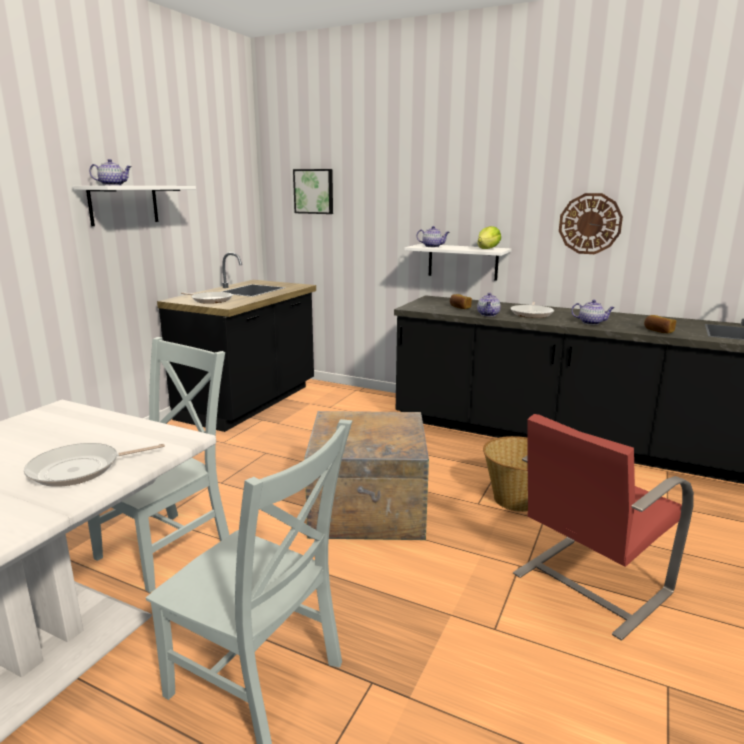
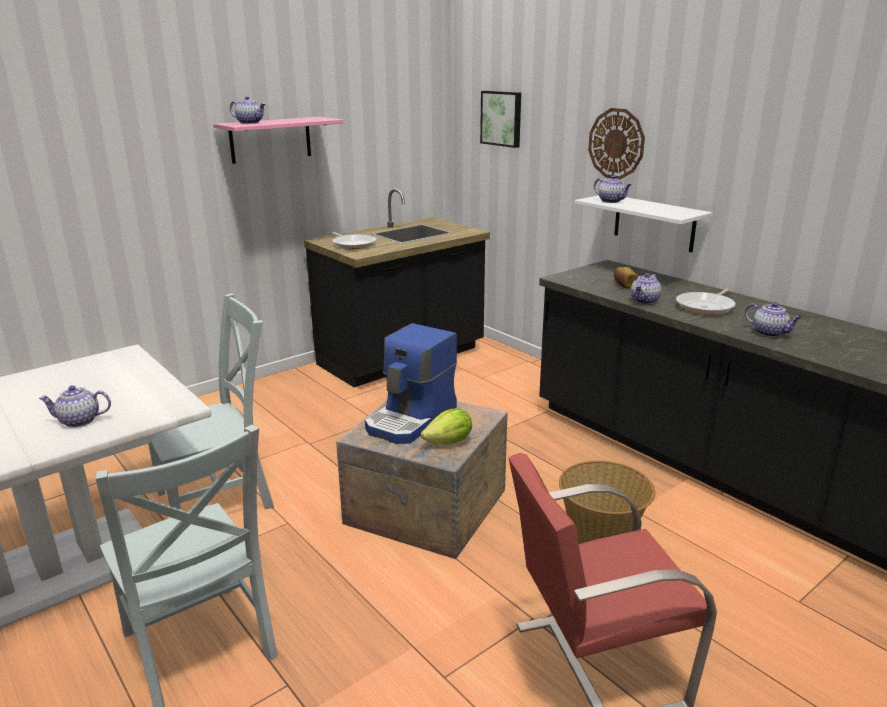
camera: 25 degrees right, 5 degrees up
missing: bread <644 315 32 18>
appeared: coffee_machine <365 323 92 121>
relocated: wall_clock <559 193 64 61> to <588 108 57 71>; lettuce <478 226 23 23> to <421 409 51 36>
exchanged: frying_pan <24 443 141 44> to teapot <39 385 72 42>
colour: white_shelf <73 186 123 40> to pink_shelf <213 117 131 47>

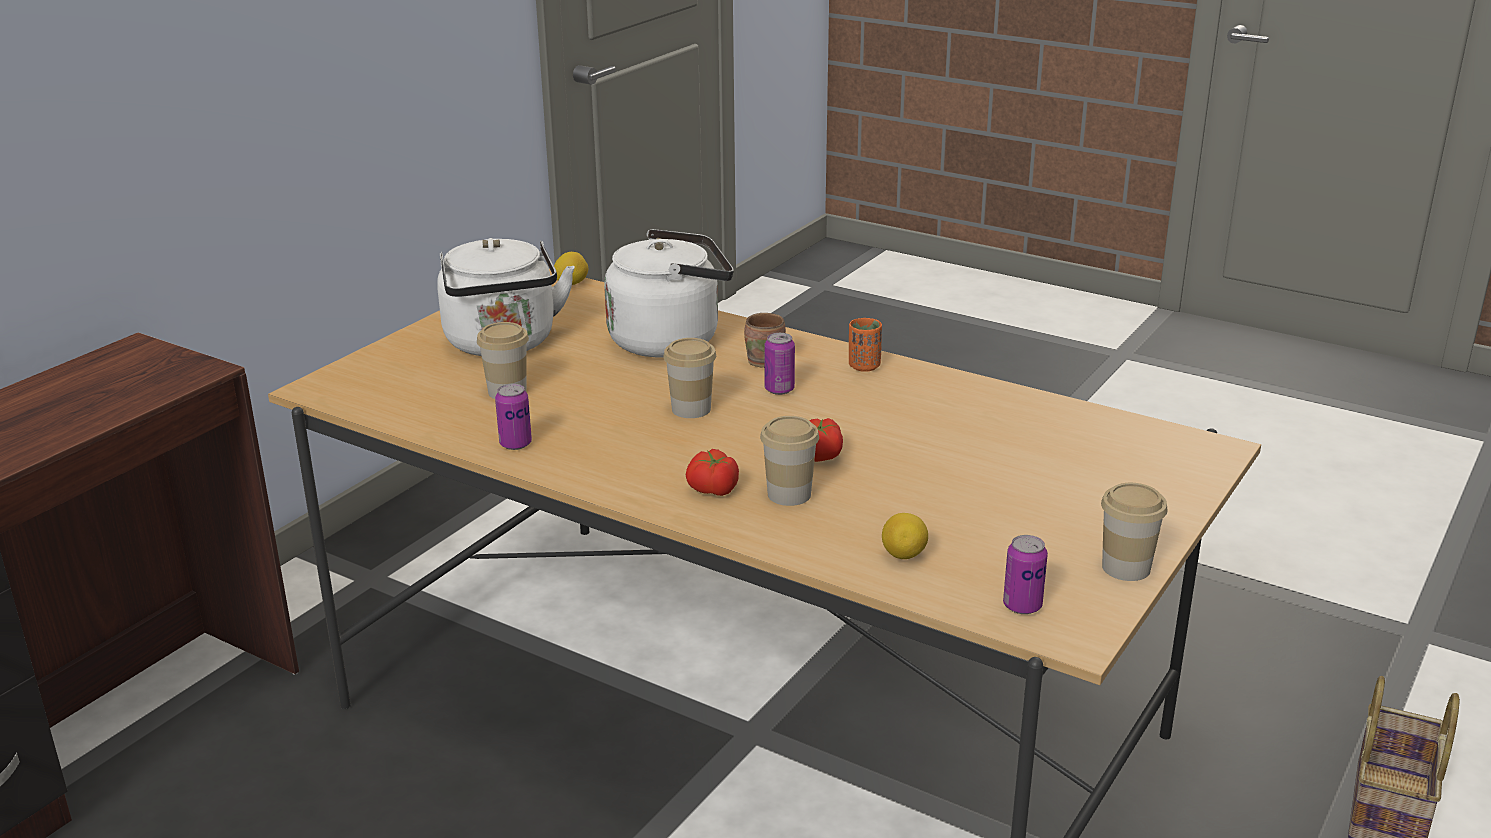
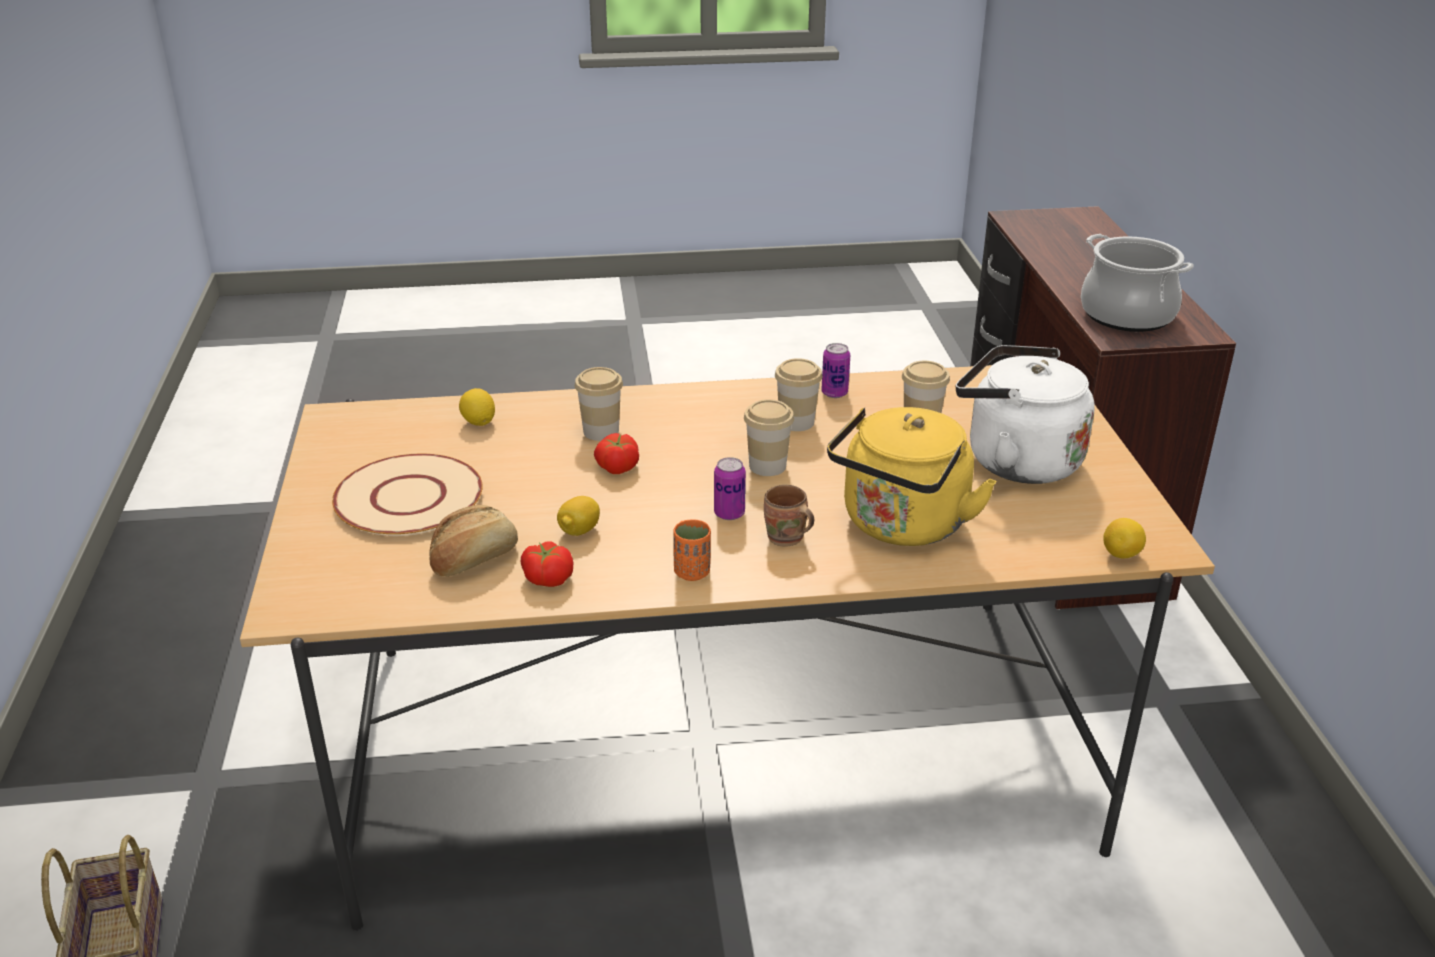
camera: 140 degrees right, 5 degrees up
missing: can <1003 535 45 79>
appeared: cooking_pot <1081 234 113 98>; beige_plate <332 454 151 82>; lemon <557 496 43 40>; bread <429 505 89 72>
relocated: tomato <686 449 53 47> to <521 541 52 46>; cup <1101 483 66 98> to <775 358 47 73>
colour: white_kettle <604 229 130 129> to yellow_kettle <827 407 170 139>

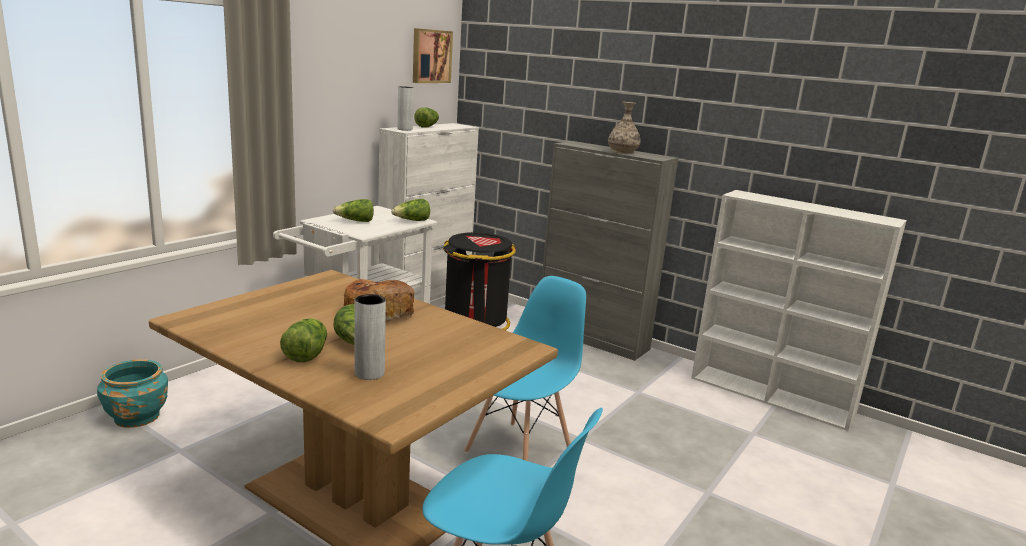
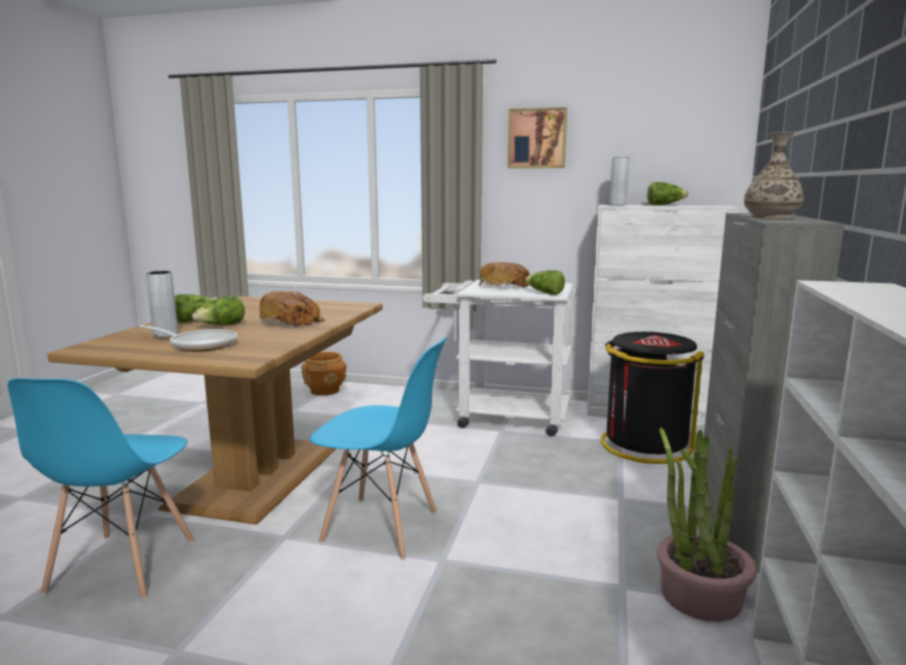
camera: 70 degrees right, 5 degrees down
appeared: frying_pan <139 325 98 27>; potted_plant <657 427 100 195>
relocated: picture <413 28 40 55> to <508 107 59 61>
exchanged: lettuce <333 199 41 23> to bread <479 262 51 25>
colour: turquoise_planter <97 359 71 69> to brown_planter <301 352 45 44>

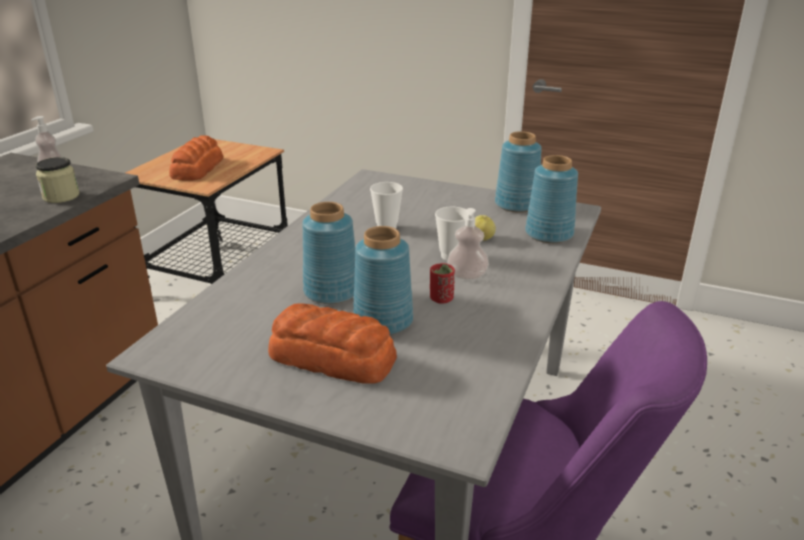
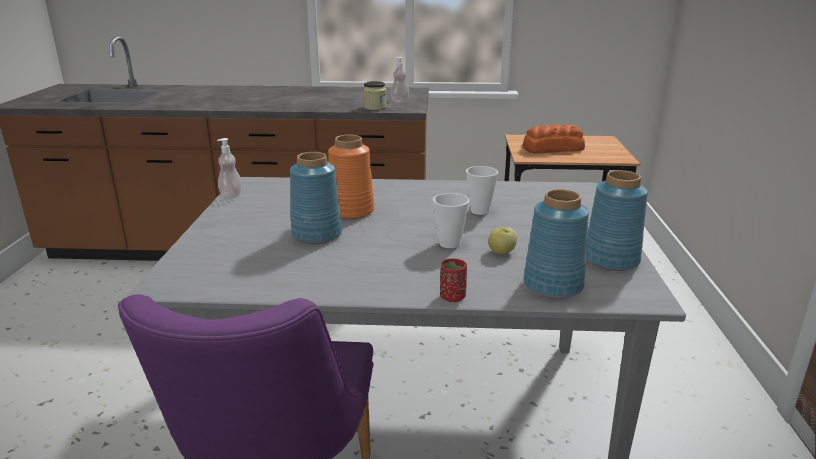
camera: 70 degrees right, 5 degrees down
missing: bread <268 303 129 81>
relocated: soap_dispenser <447 208 42 72> to <217 138 25 61>; red_cup <430 263 25 41> to <440 258 27 44>
colour: blue_vase <302 202 53 102> to orange_vase <328 135 46 84>

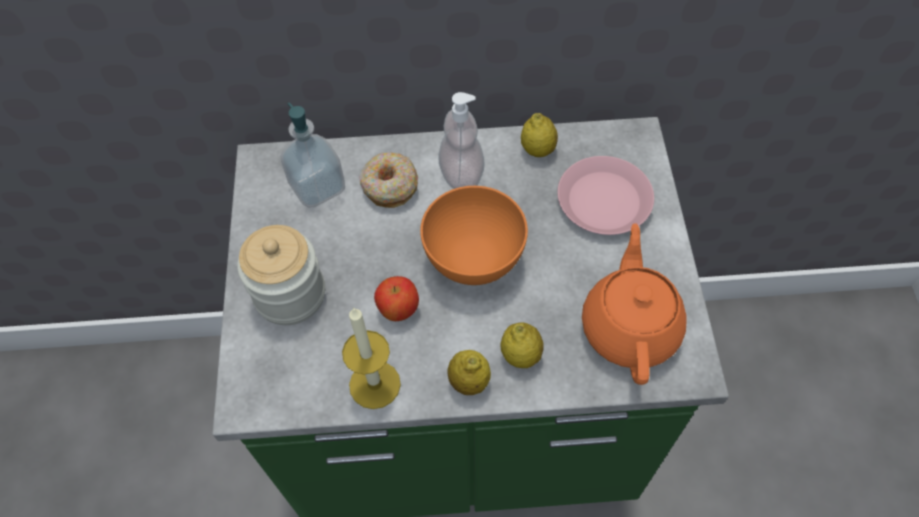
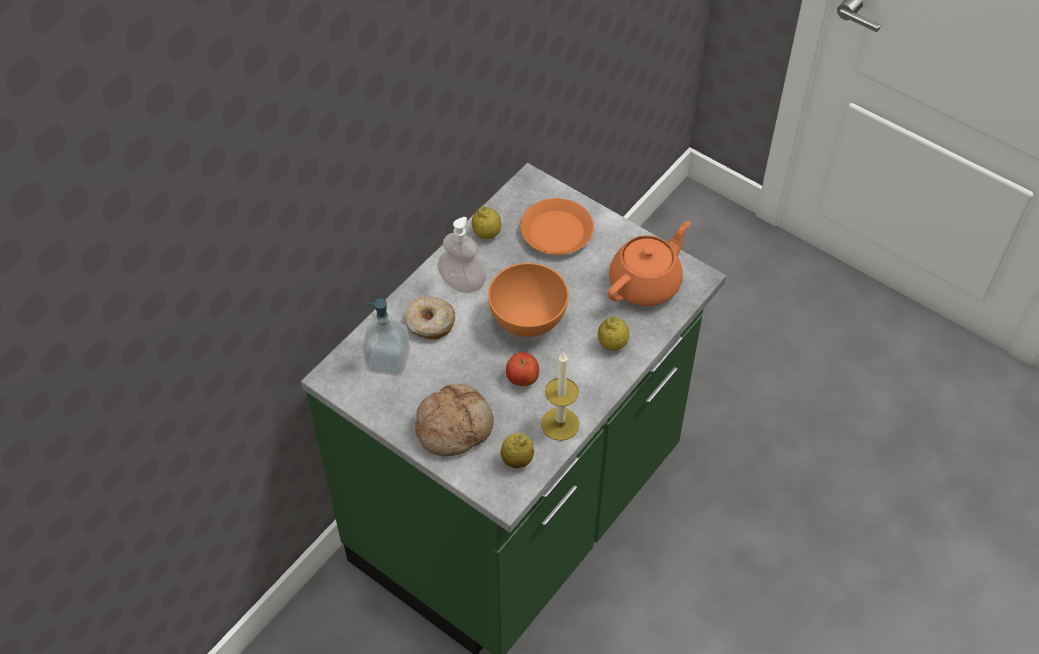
camera: 50 degrees left, 5 degrees down
relocated: lemon <447 350 44 45> to <500 433 34 35>
exchanged: jar <237 225 88 100> to bread <415 384 79 72>
colour: pink_plate <557 156 97 79> to orange_plate <520 198 74 57>
spun: orange_teapot <582 223 105 162> = <608 221 82 85> 90 degrees clockwise

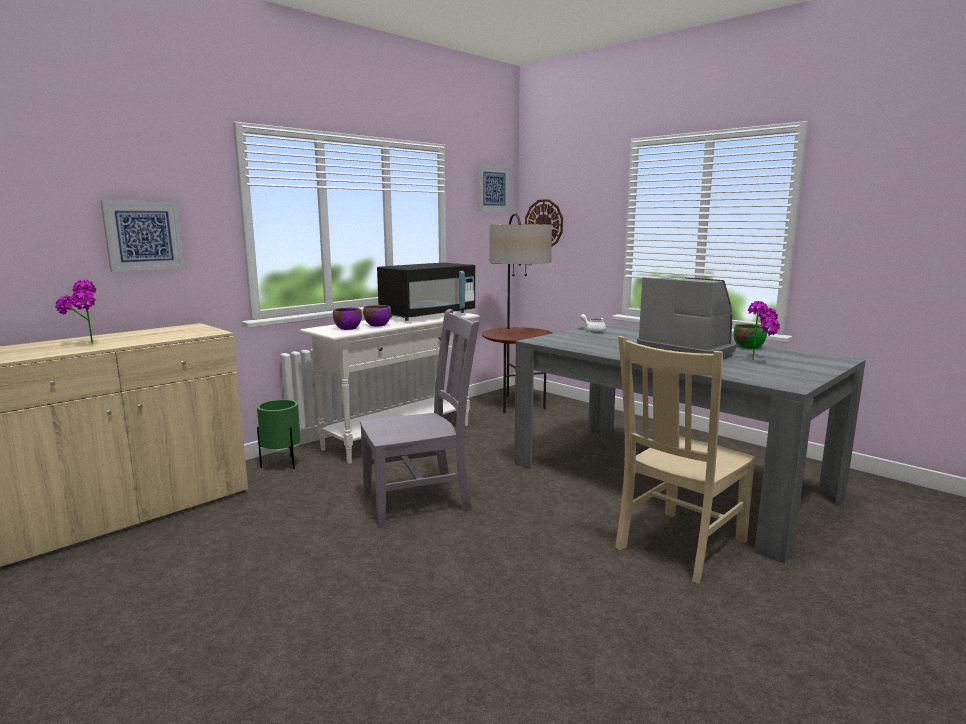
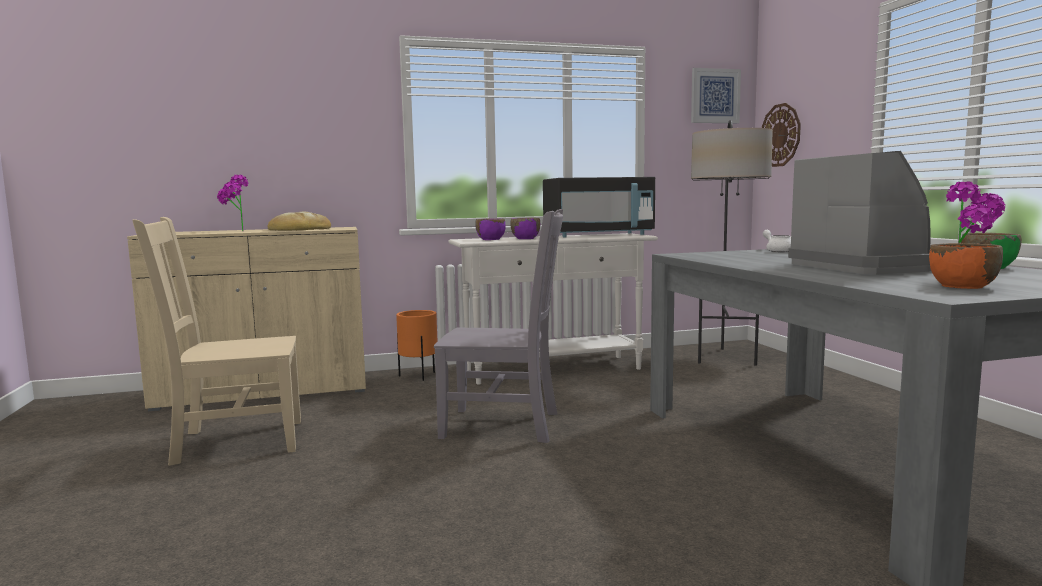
camera: 30 degrees right, 5 degrees down
missing: picture <101 200 83 72>
appeared: bread <267 211 64 20>; orange_bowl <929 243 74 46>
relocated: beige_chair <615 336 141 248> to <132 217 169 249>
colour: green_planter <257 399 43 70> to orange_planter <396 310 42 71>

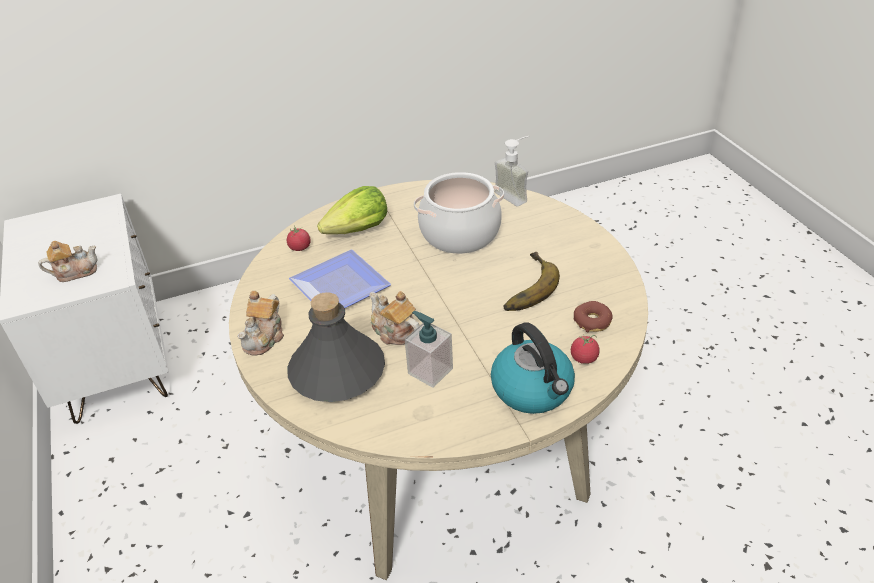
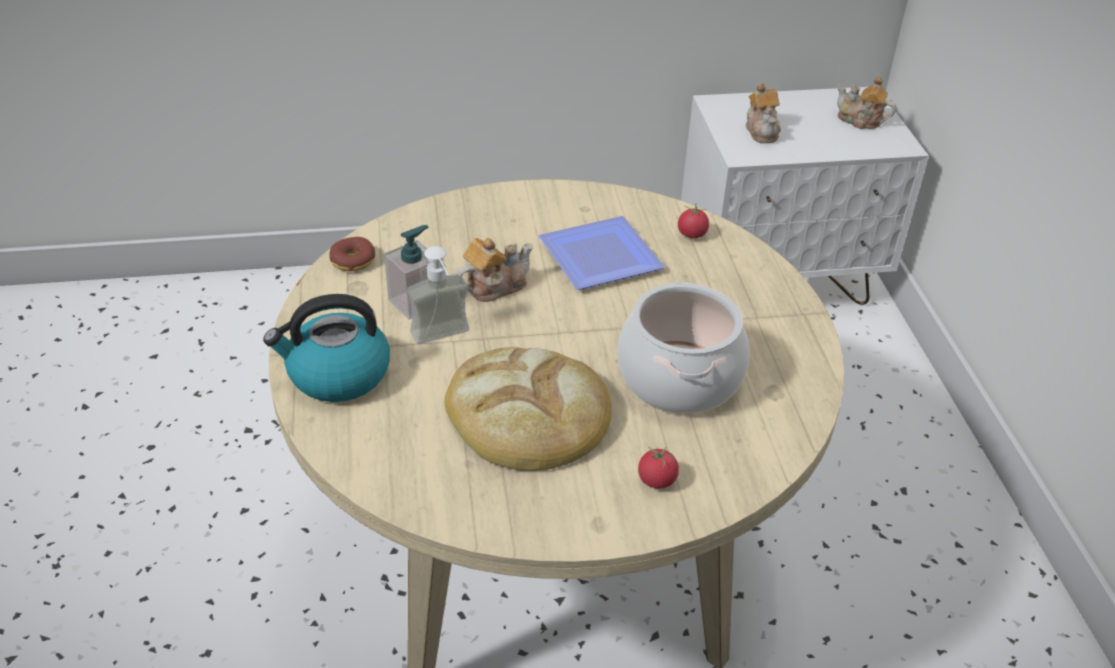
camera: 100 degrees right, 0 degrees up
missing: lettuce <317 186 70 48>; grey_bottle <288 292 97 110>
relocated: soap_dispenser <494 136 36 71> to <407 246 62 98>; teapot <237 291 47 65> to <837 76 59 53>; donut <574 301 39 31> to <330 237 45 34>; tomato <571 335 29 29> to <638 447 41 41>
exchanged: banana <504 252 56 59> to bread <444 347 168 124>

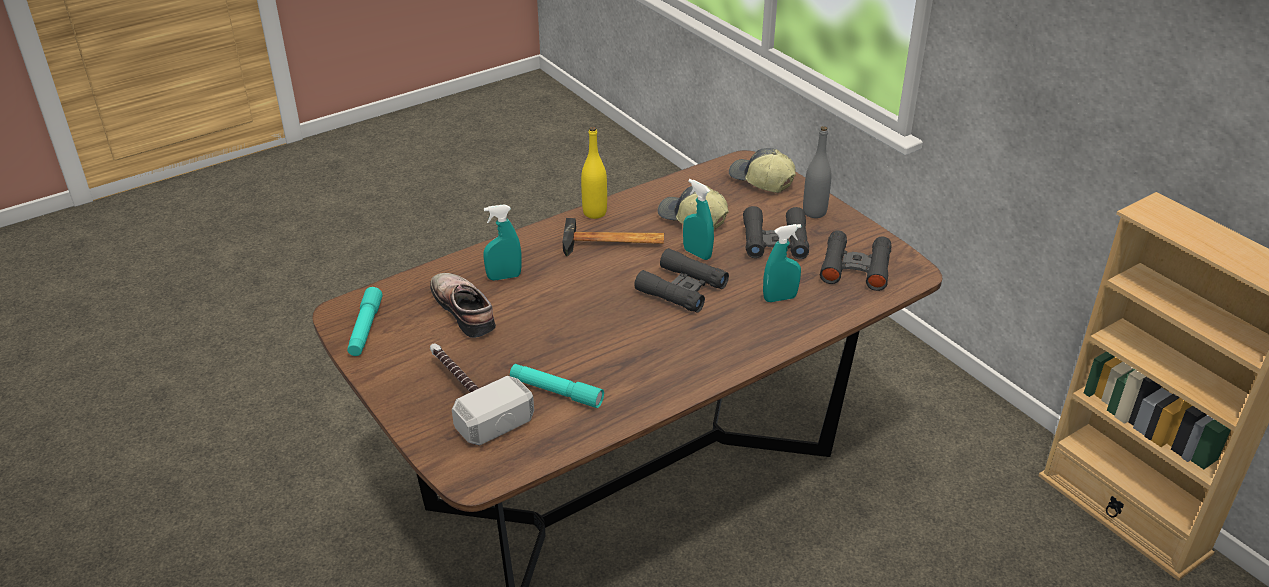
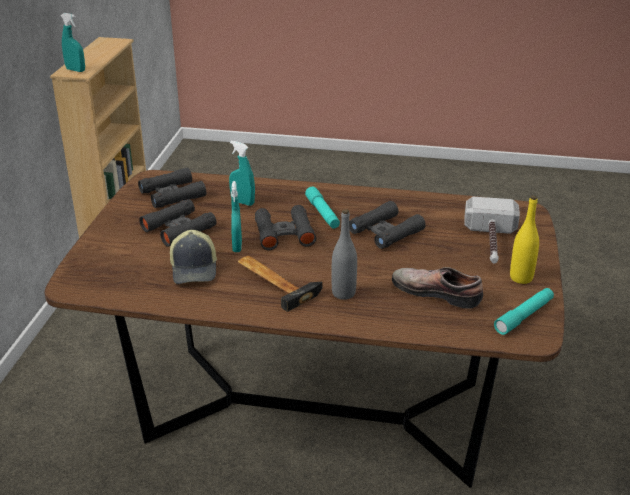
camera: 135 degrees left, 5 degrees down
missing: cap <729 148 67 45>
appeared: black_binoculars <349 201 77 48>
relocated: grey_bottle <803 126 29 92> to <332 209 25 91>; yellow_bottle <581 127 26 92> to <510 195 29 89>; turquoise_spray_bottle <483 204 39 77> to <60 13 25 59>; turquoise_flashlight <510 364 94 44> to <305 187 35 41>
spun: shoe <430 273 66 65> = <392 267 91 42> 105 degrees clockwise

